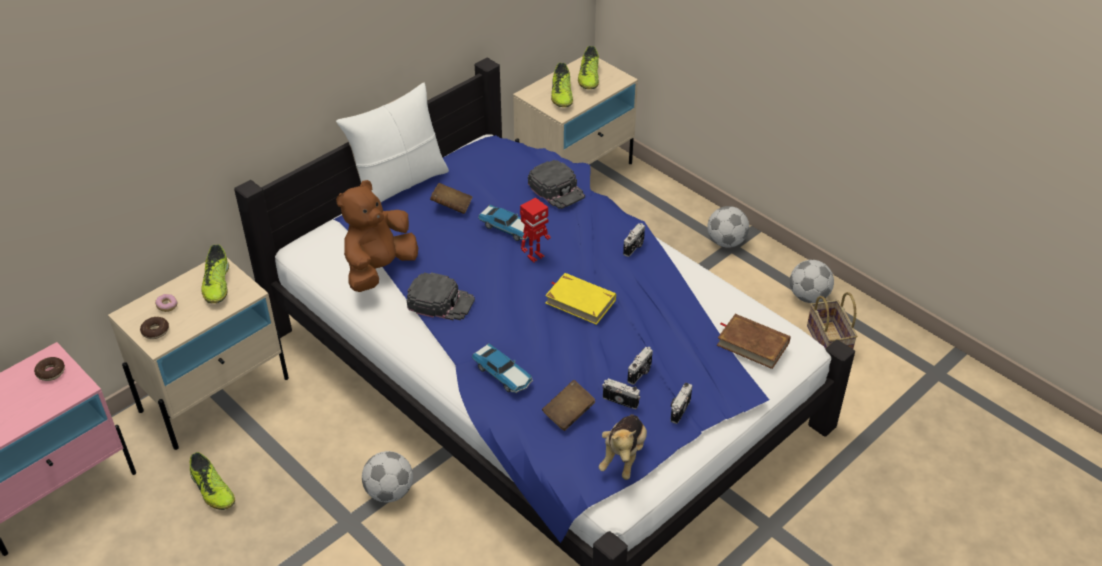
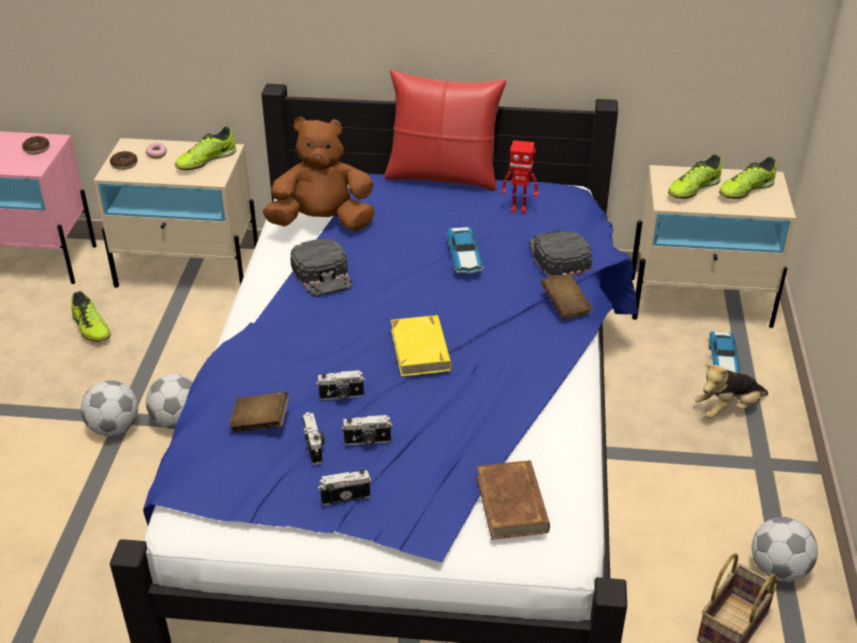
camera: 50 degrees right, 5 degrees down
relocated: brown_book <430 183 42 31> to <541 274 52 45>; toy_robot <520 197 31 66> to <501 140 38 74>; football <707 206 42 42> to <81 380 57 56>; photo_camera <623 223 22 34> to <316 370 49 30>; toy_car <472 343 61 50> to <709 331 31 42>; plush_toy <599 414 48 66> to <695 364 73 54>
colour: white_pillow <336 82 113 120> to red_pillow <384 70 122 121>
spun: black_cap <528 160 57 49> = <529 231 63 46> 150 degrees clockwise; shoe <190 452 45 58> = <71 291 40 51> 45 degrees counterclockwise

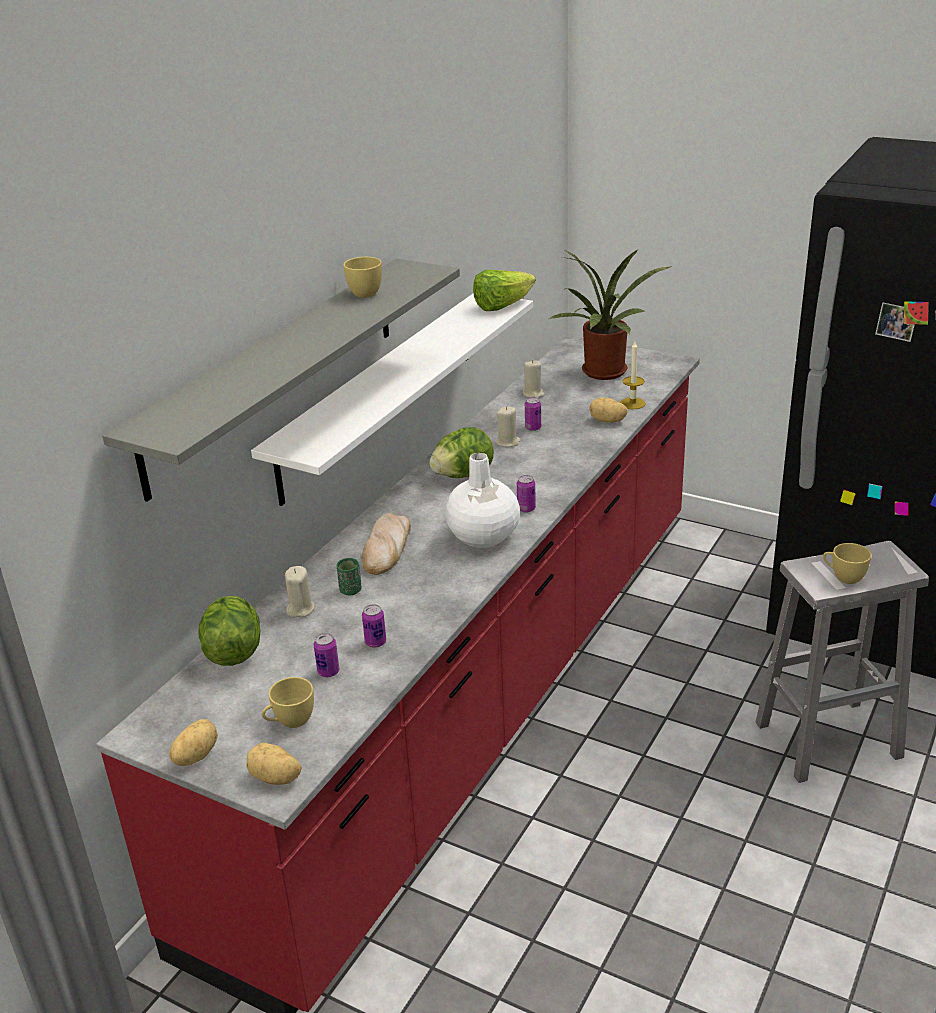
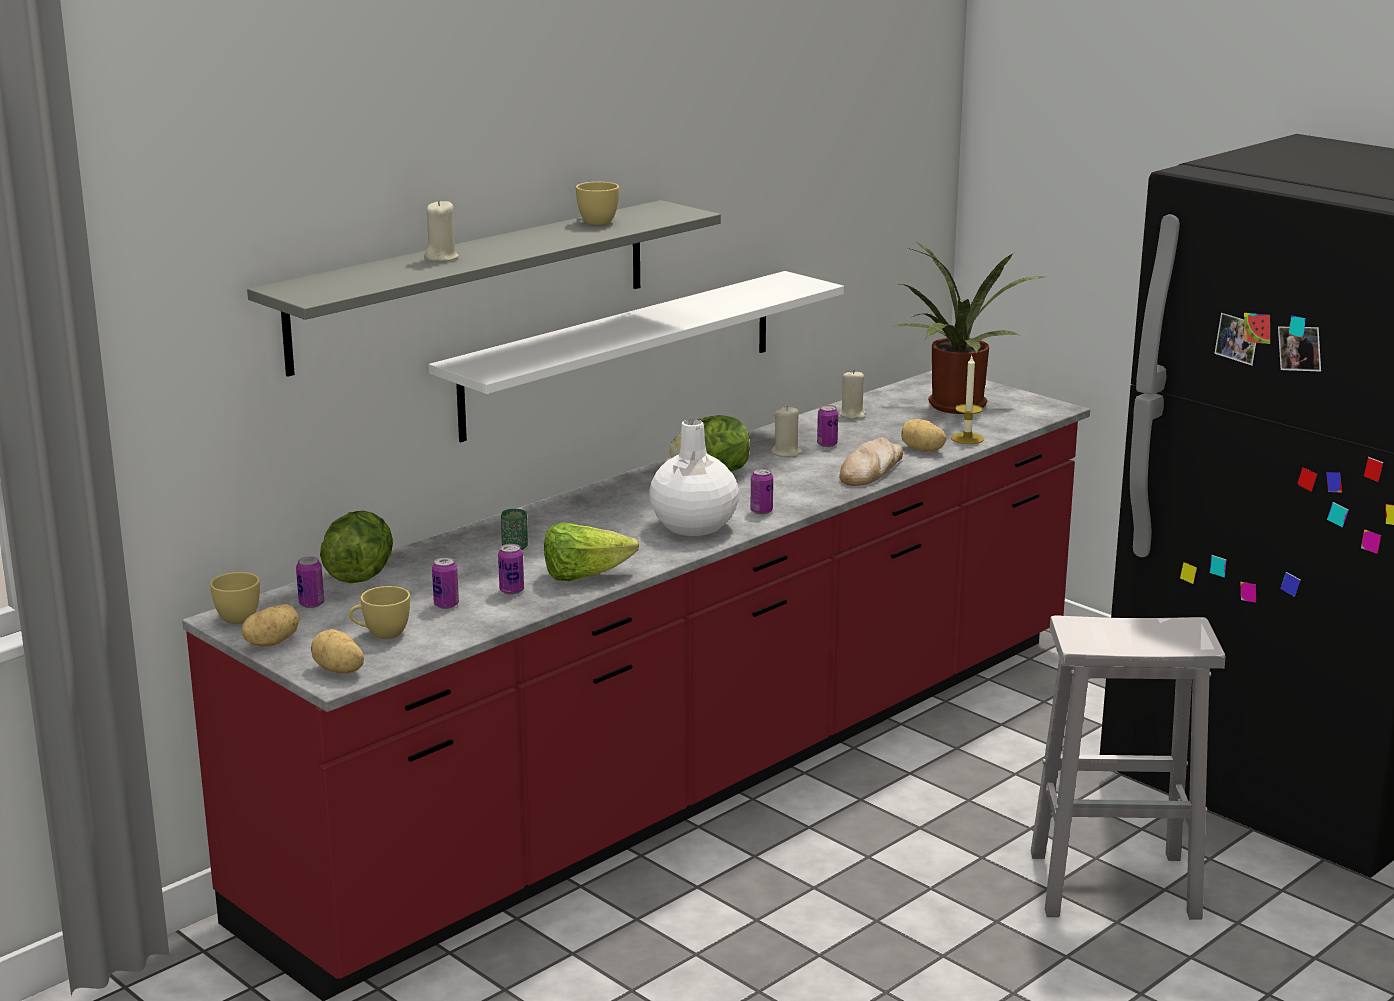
camera: 15 degrees right, 10 degrees down
appeared: can <296 556 28 52>
relocated: lettuce <473 270 63 41> to <544 522 95 59>; bread <362 513 49 62> to <839 437 64 49>; yellow_cup <823 543 49 41> to <210 572 50 52>; beige_candle <285 566 30 51> to <424 200 35 62>

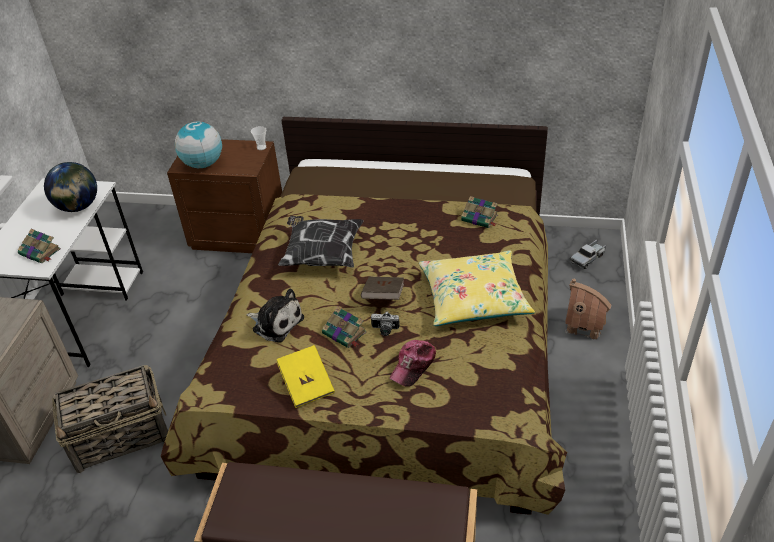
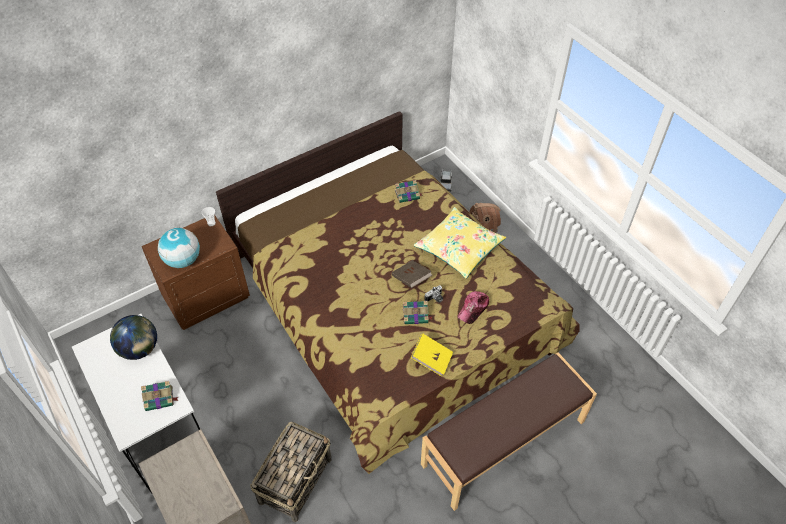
camera: 45 degrees left, 10 degrees up
missing: pillow <278 216 86 52>; plush_toy <246 288 58 55>
spun: cap <389 340 47 47> = <457 291 32 33> 45 degrees clockwise

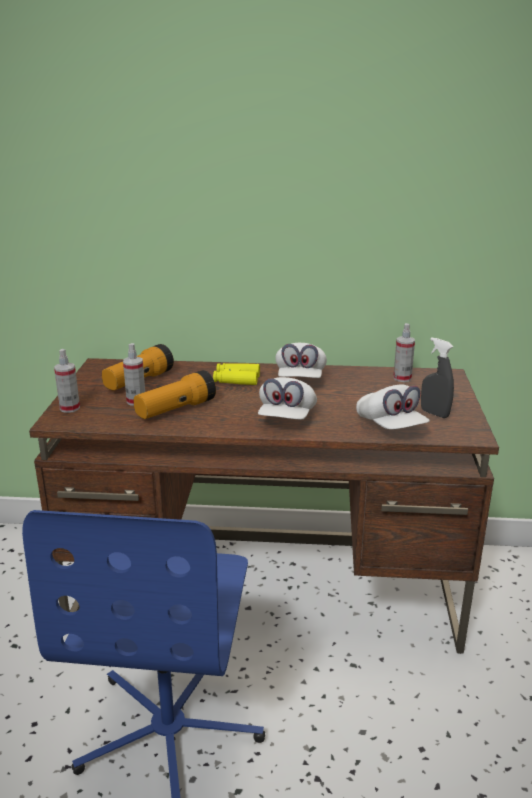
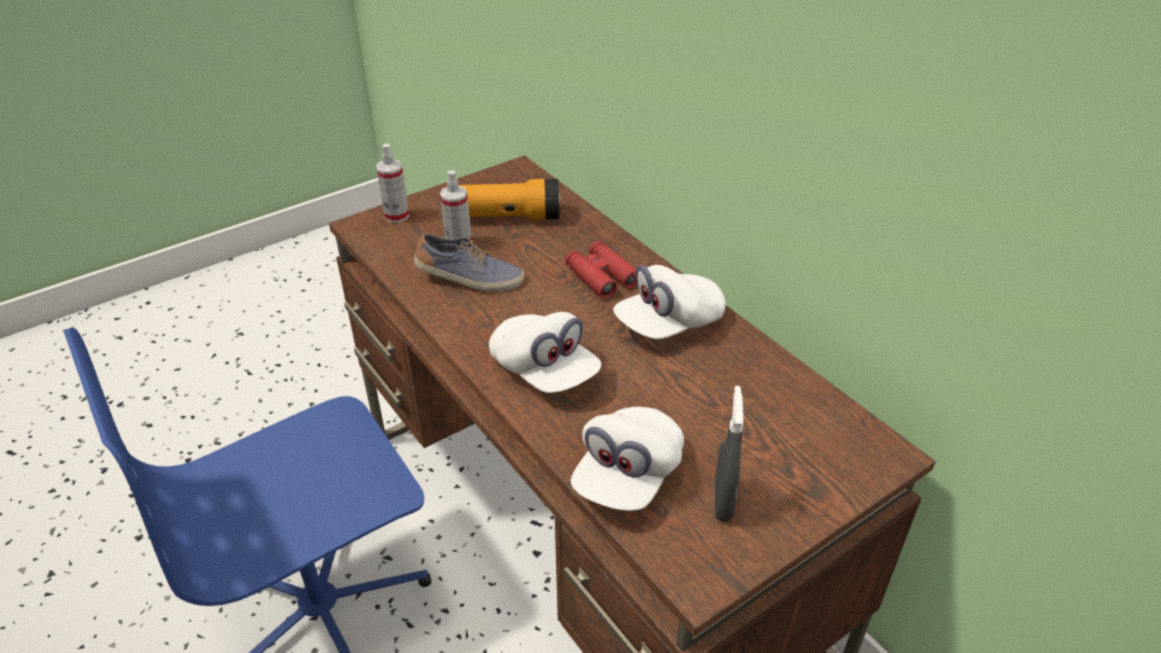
camera: 50 degrees right, 15 degrees up
missing: spray_bottle <393 323 22 59>
exchanged: flashlight <134 370 82 49> to shoe <414 233 111 59>
colour: yellow_binoculars <213 363 47 22> to red_binoculars <565 241 72 58>
spun: white_cap <258 377 59 42> = <489 312 112 81> 105 degrees counterclockwise

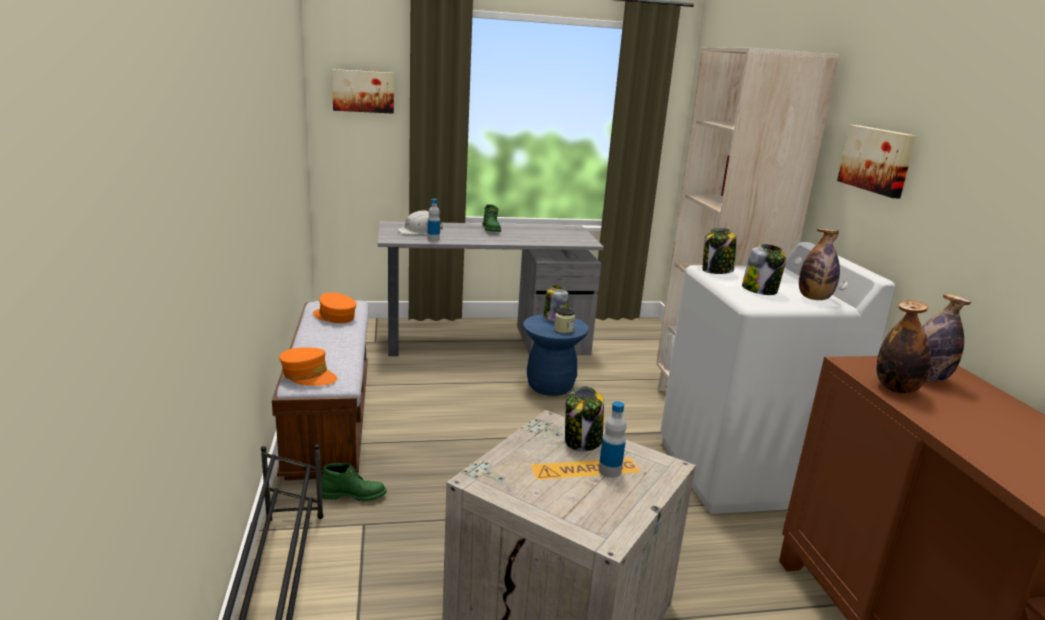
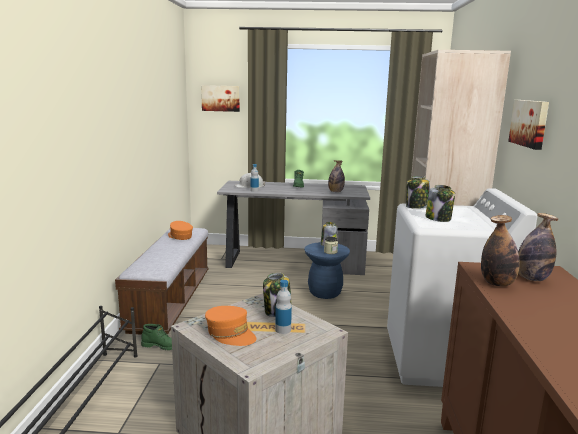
camera: 15 degrees right, 5 degrees down
relocated: bottle <799 229 41 71> to <328 160 17 32>; orange_cap <279 347 58 39> to <205 306 51 40>

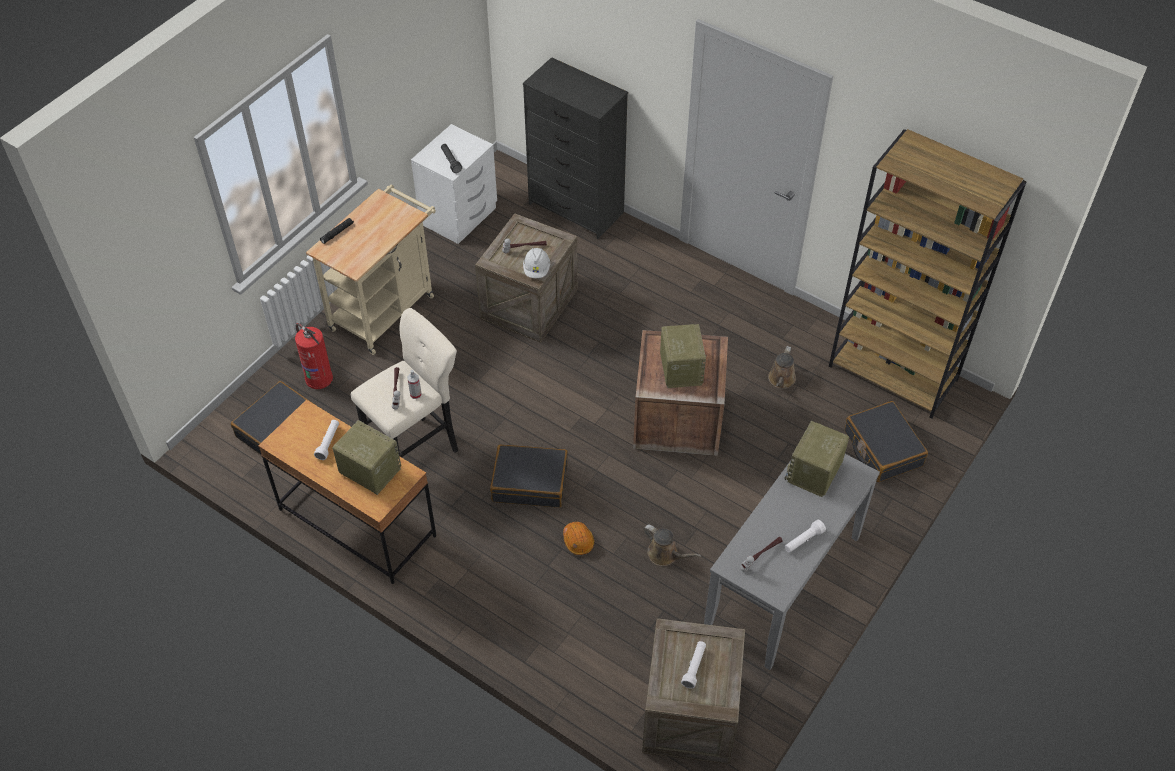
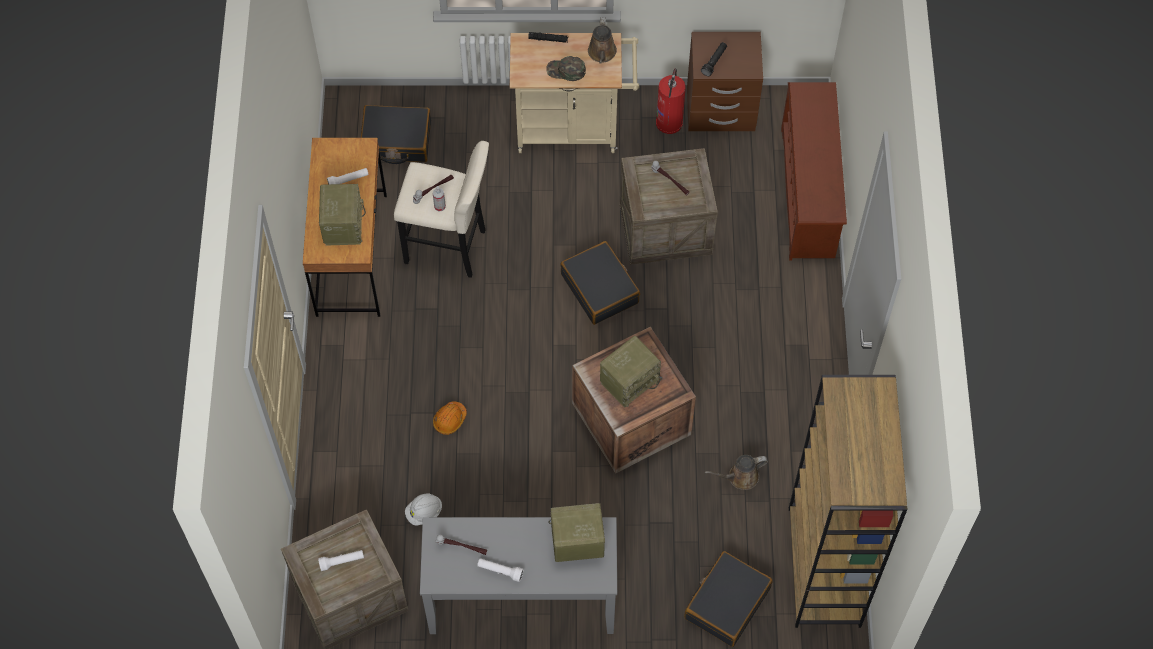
camera: 55 degrees right, 10 degrees up
appeared: green_cap <546 56 40 25>
relocated: white_hard_hat <523 248 27 30> to <405 493 37 33>; fire_extinguisher <295 323 38 66> to <656 68 30 66>; black_suitcase <490 445 78 62> to <560 241 80 84>; brown_watering_can <643 524 58 42> to <588 17 29 46>
exchanged: black_dresser <523 57 105 182> to brown_shoe_rack <781 82 66 179>
colour: white_nightstand <411 124 86 120> to brown_nightstand <687 32 76 99>

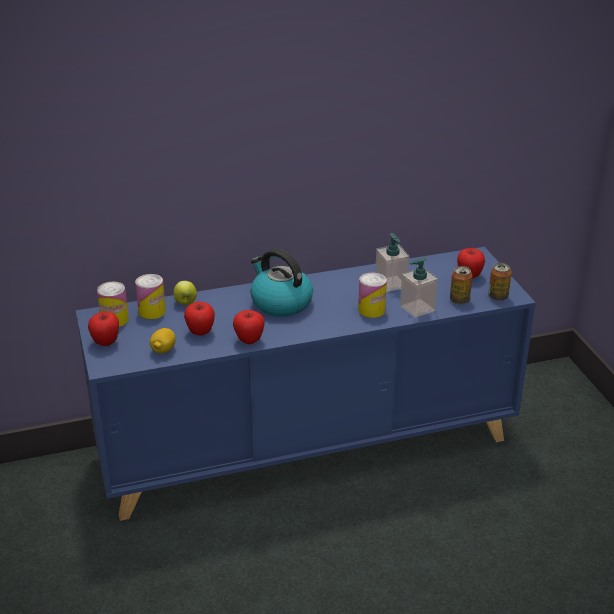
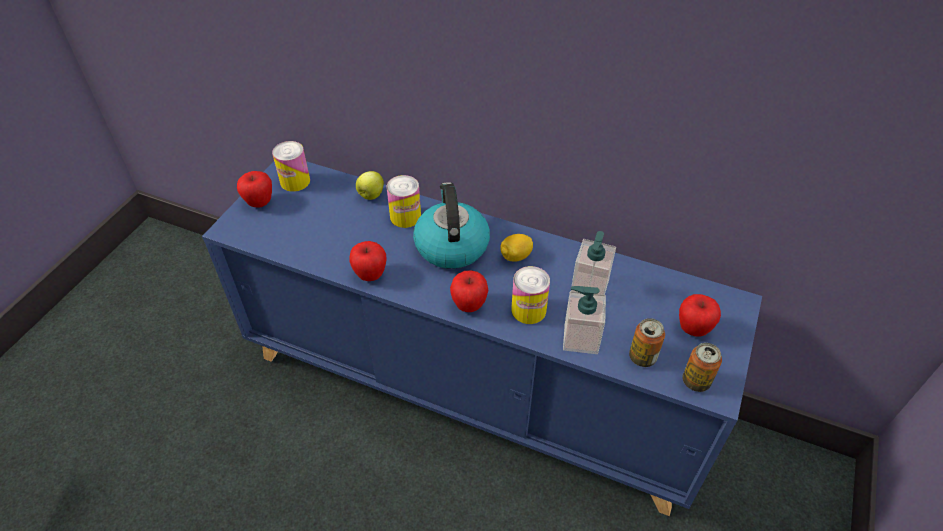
camera: 40 degrees right, 15 degrees up
relocated: can <135 274 31 45> to <386 175 35 53>; apple <184 301 31 34> to <450 270 38 42>; lemon <150 328 25 25> to <500 234 33 28>

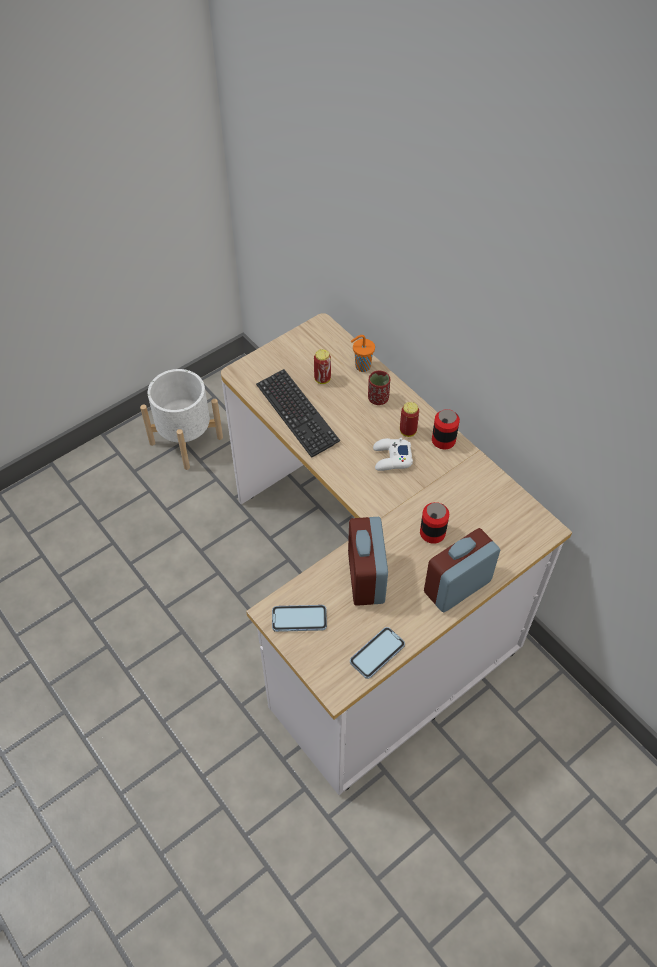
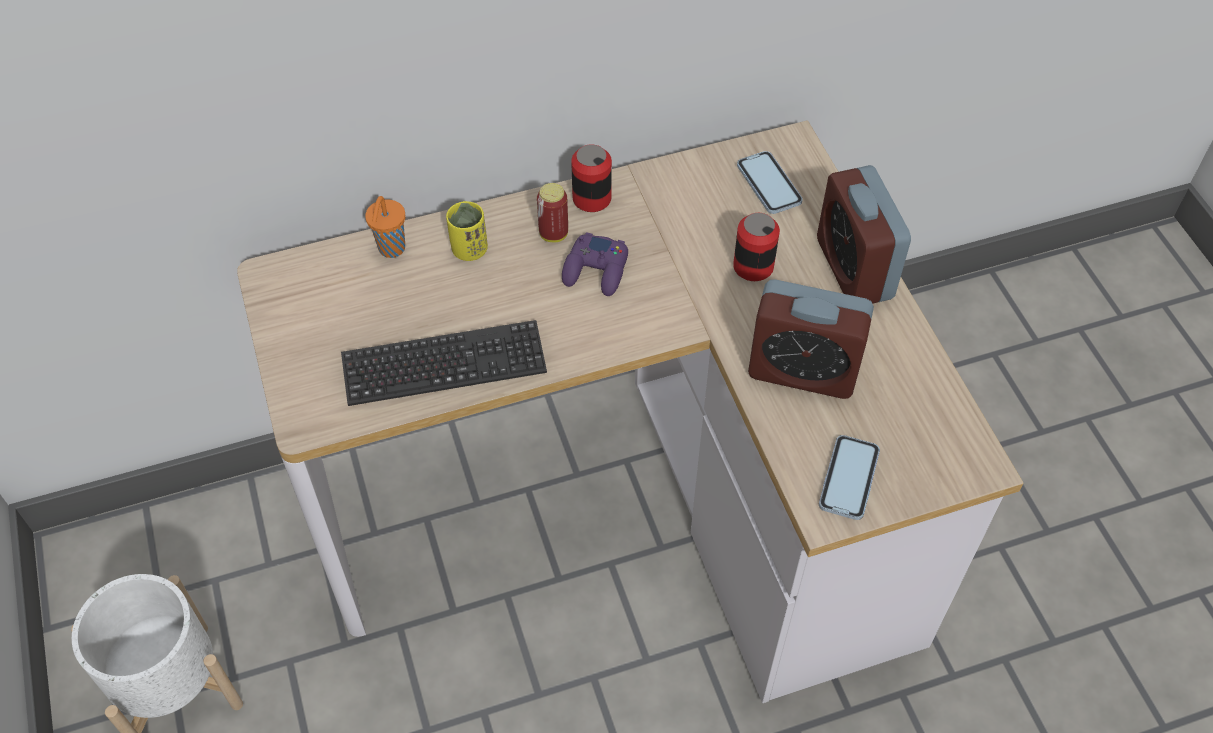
camera: 70 degrees left, 0 degrees up
missing: can <314 349 17 35>
relocated: phone <350 627 55 52> to <737 151 66 63>
colour: red_cup <368 371 22 34> to yellow_cup <446 201 42 60>; white_game_controller <373 438 40 33> to purple_game_controller <562 232 66 64>

